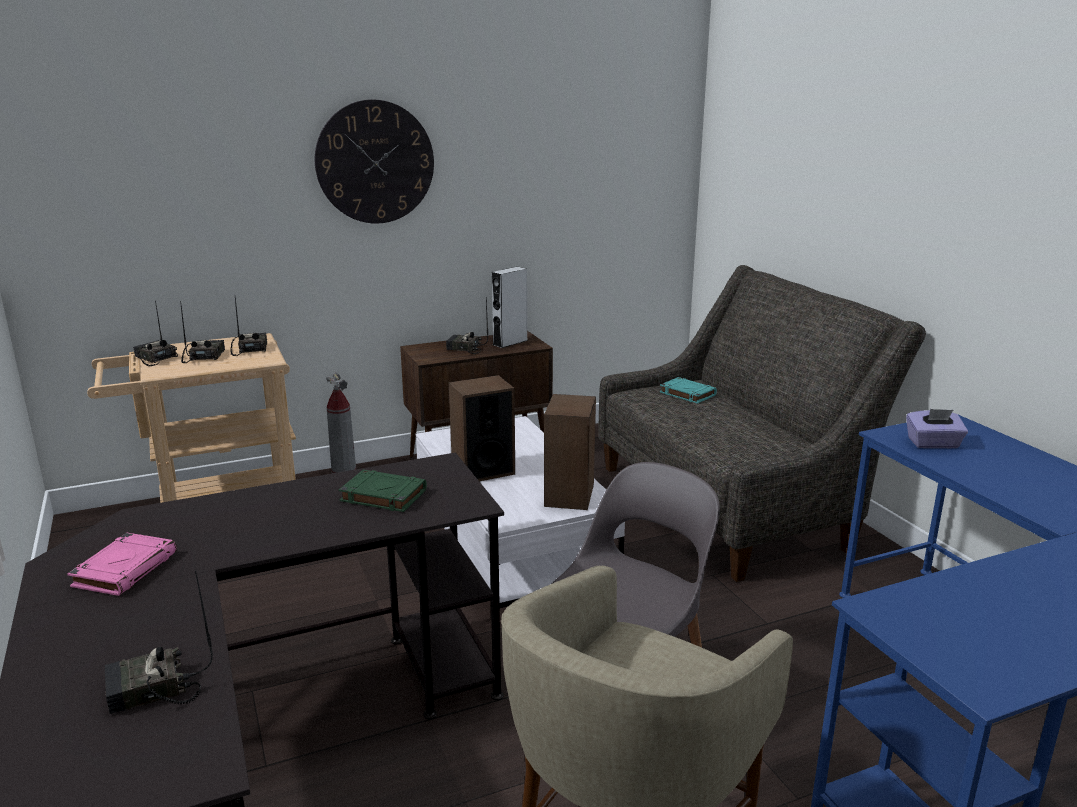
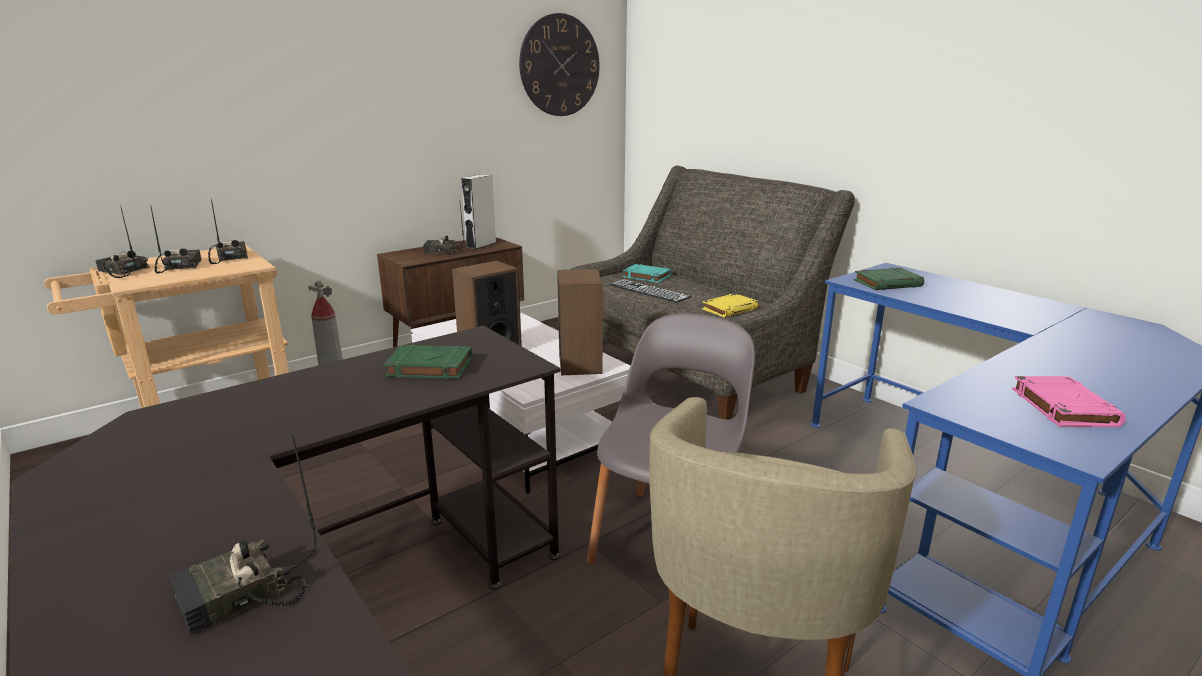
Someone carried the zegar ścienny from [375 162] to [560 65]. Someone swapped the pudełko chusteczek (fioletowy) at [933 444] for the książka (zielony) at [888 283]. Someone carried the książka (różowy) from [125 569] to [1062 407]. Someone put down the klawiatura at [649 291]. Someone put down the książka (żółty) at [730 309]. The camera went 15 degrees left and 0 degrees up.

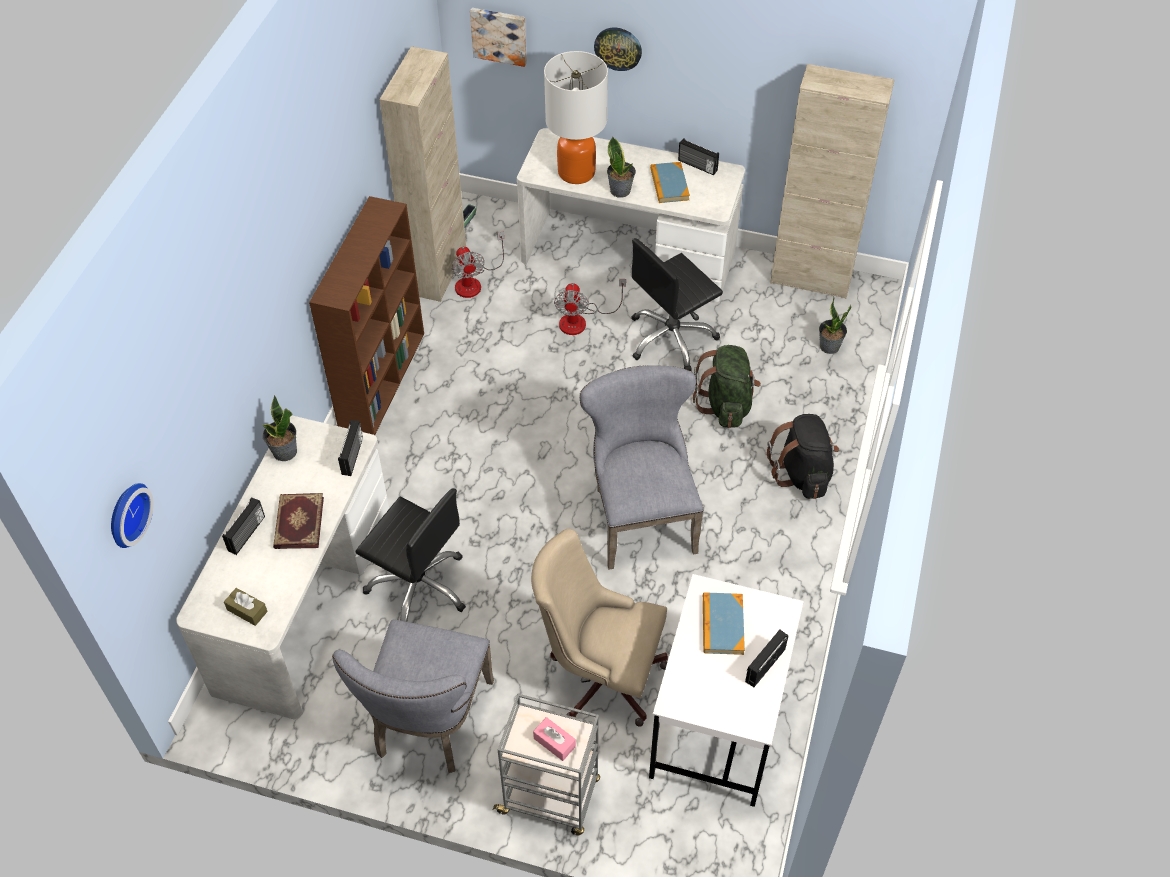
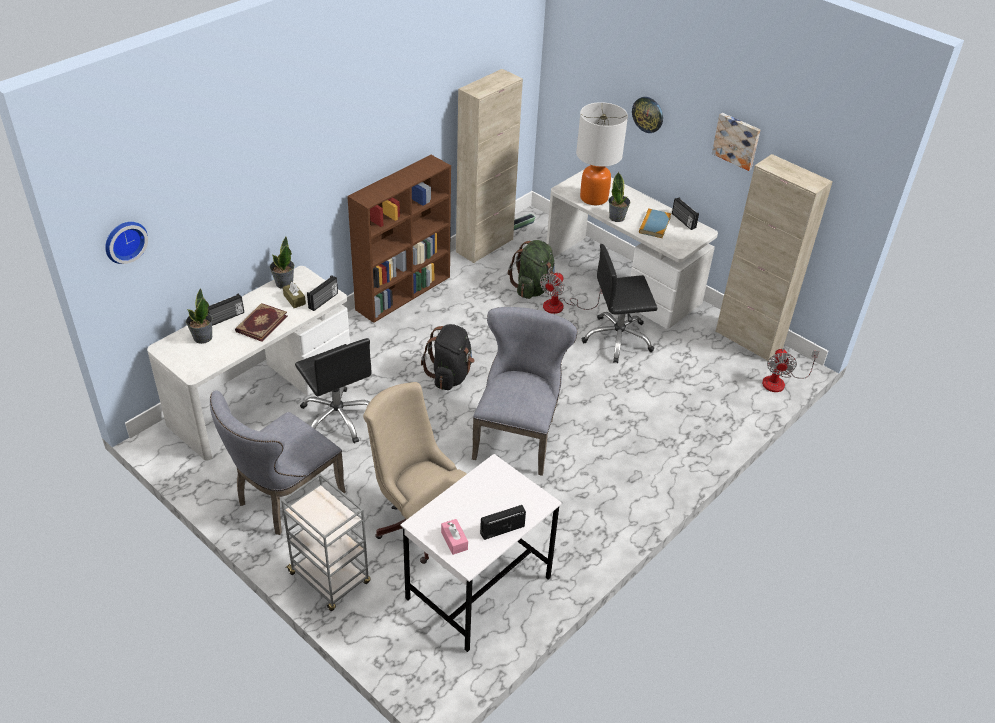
Someone carried the obraz from [499 35] to [737 140]. Someone carried the wentylator from [474 282] to [780 381]. Someone carried the roślina doniczkowa from [829 346] to [202 337]. Someone carried the plecak (zielony) from [726 405] to [533 288]. Someone carried the plecak (czarny) from [802 474] to [450 375]. Someone carried the pudełko chusteczek (brązowy) from [247 610] to [294 299]. Someone took away the książka at [722 625]. Someone carried the pudełko chusteczek (różowy) from [554 742] to [454 540]. The camera went 25 degrees right and 10 degrees down.

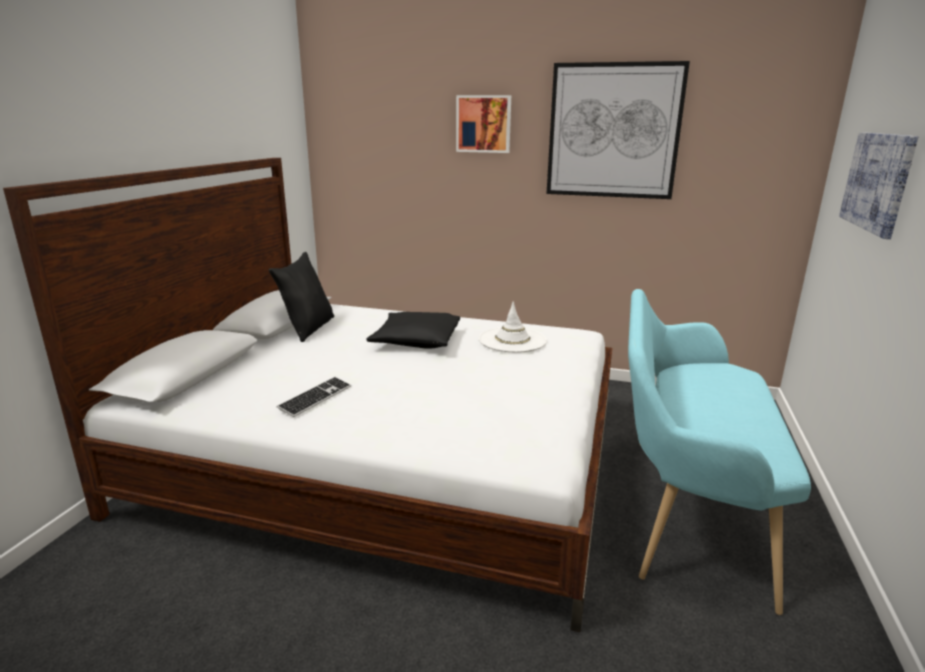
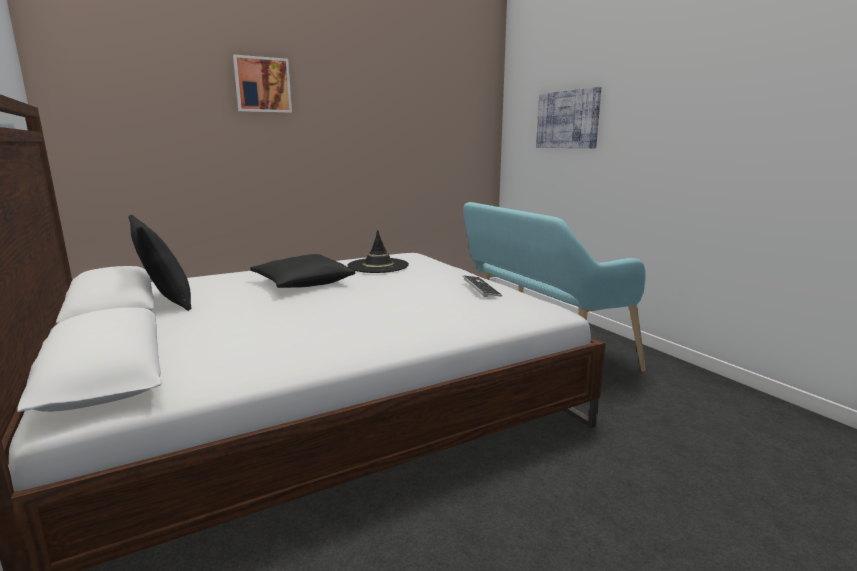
Someone took away the obraz at [613 131]. Someone repainted the kapelusz (biały) at [512 340], which became the kapelusz (czarny) at [378 266]. Someone carried the klawiatura from [315 398] to [481 287]. The camera went 45 degrees left and 5 degrees down.

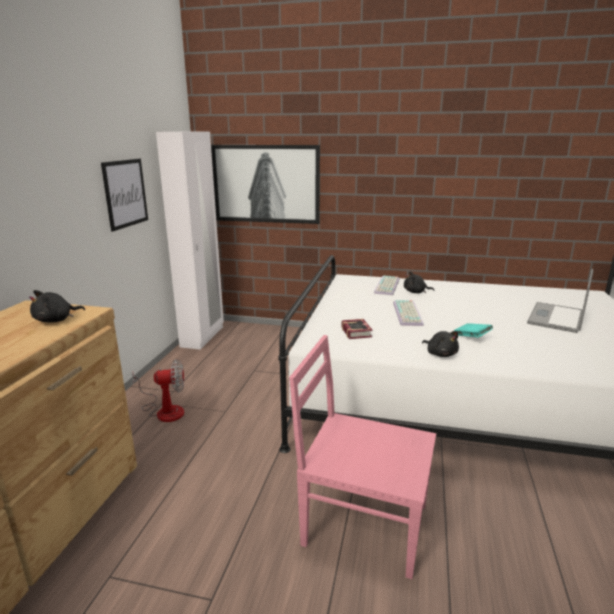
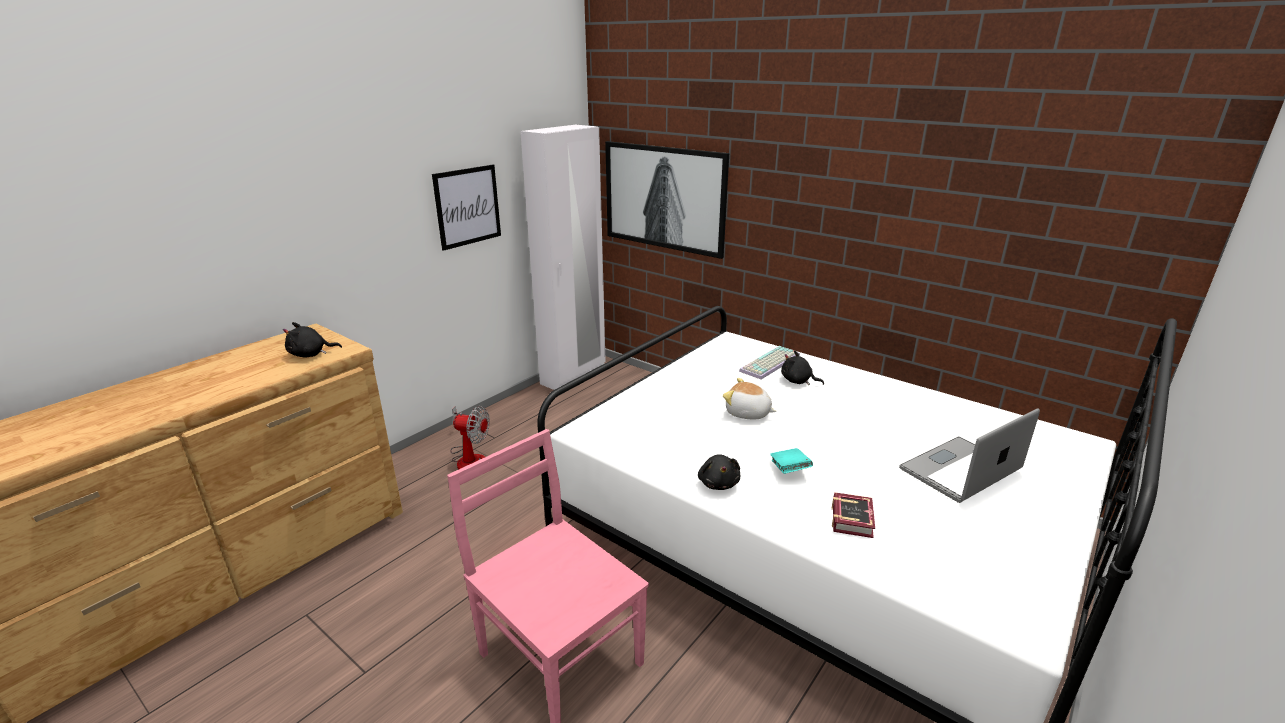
Someone swapped the klawiatura at [408 314] for the pluszak at [747 413]. Someone carried the książka from [356 331] to [853 518]. The camera went 25 degrees right and 5 degrees up.

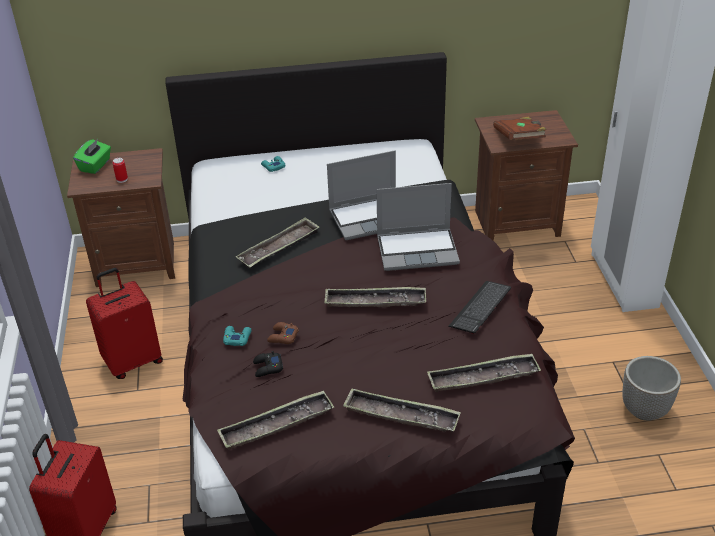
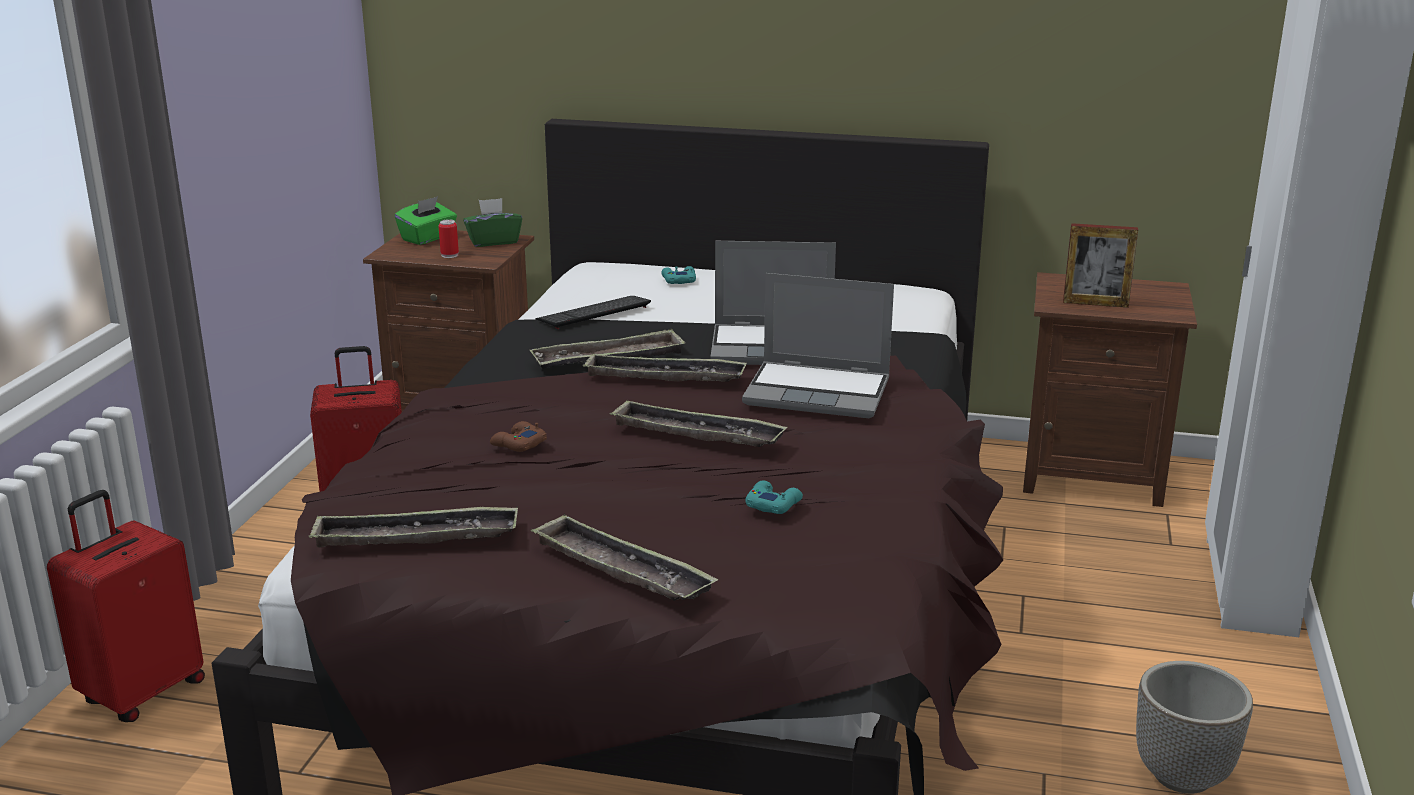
Someone swapped the książka (brązowy) at [519 139] for the ramka na zdjęcie at [1095 303]. Someone carried the klawiatura from [480 308] to [594 313]. Someone carried the pad do gier (turkusowy) from [237 338] to [773 504]. Someone took away the pad do gier (czarny) at [267 367]. Someone carried the taca from [483 377] to [664 377]. Someone put down the pudełko chusteczek (zielony) at [493 241]. The camera went 20 degrees right and 15 degrees down.

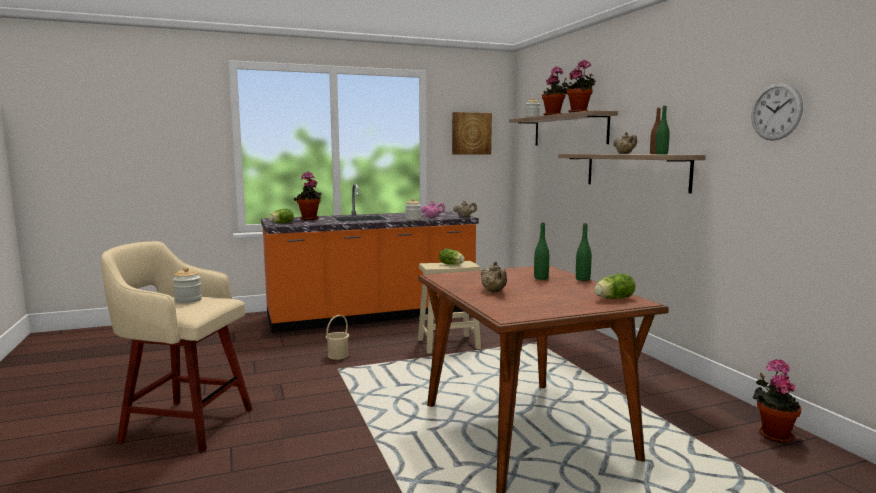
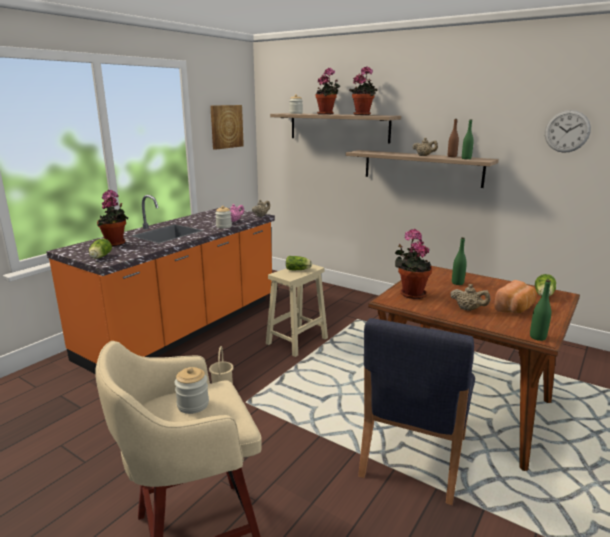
Someone carried the butelka (zielony) from [582 279] to [537 337]. Someone carried the roślina doniczkowa from [773 434] to [410 294]. Someone put down the chleb at [515 308]. Someone put down the krzesło (niebieski) at [413 457]. The camera went 35 degrees left and 10 degrees up.

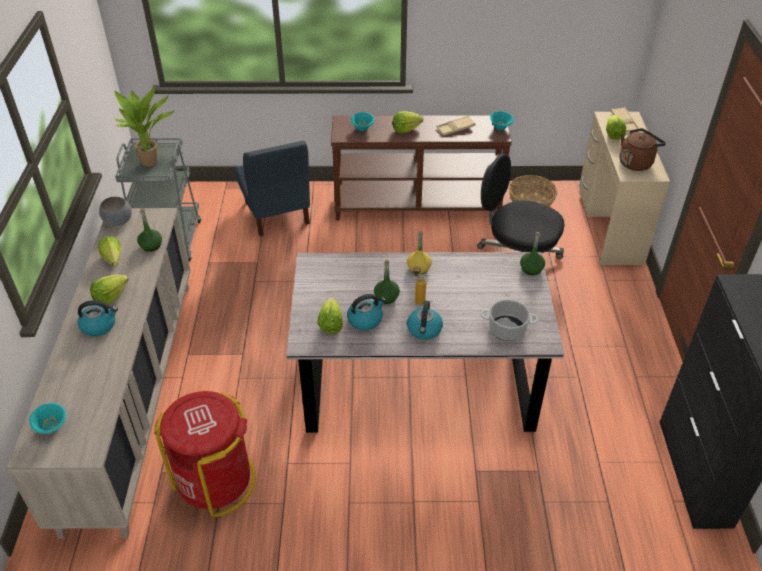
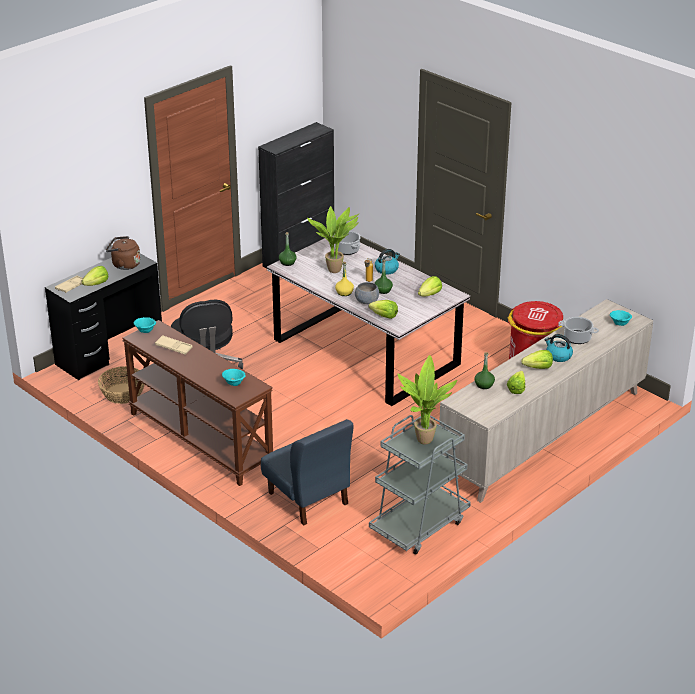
Someone carried the sałata from [405 129] to [384 316]. Someone repainted the biurko (beżowy) at [610 227], which became the biurko (czarny) at [109 351]. Someone rotated the krzesło (niebieski) at [276 213] by 120 degrees clockwise. Someone carried the miska (szary) from [118 221] to [367 301]. Someone took away the czajnik at [365 320]. Someone put down the roślina doniczkowa at [335 269]. Someone put down the garnek at [577 338]. The camera went 135 degrees left and 10 degrees down.

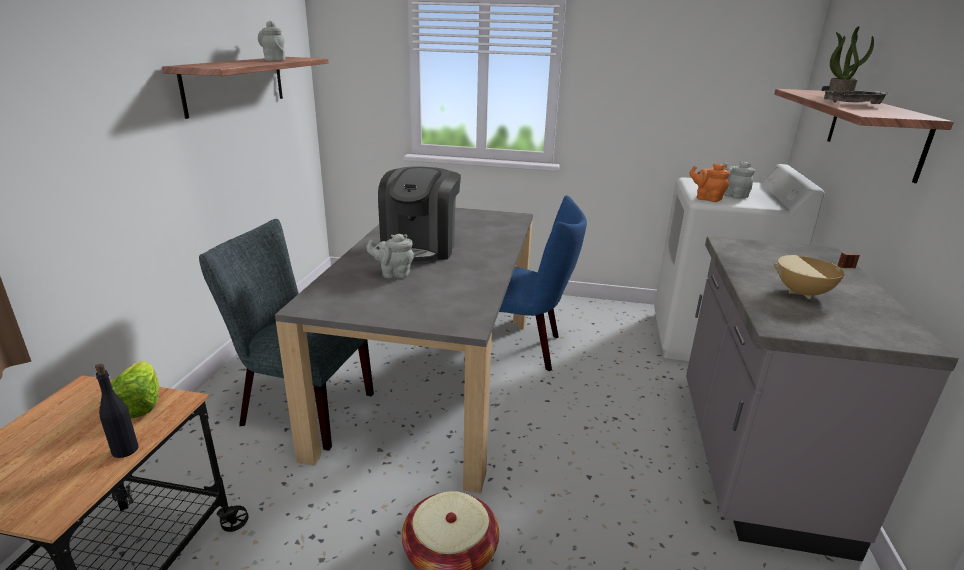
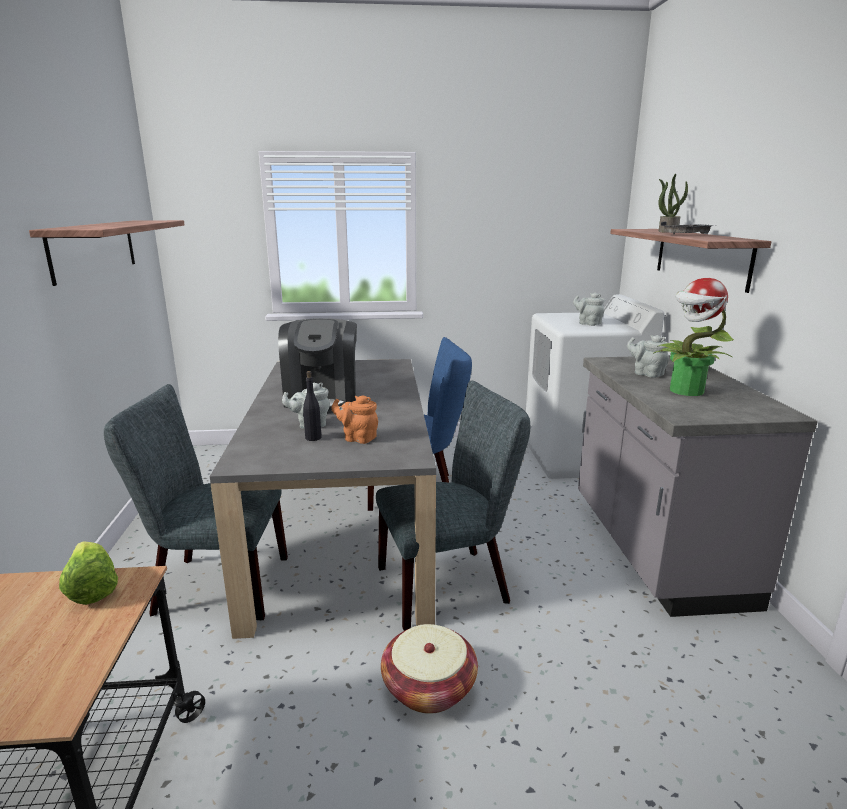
Someone carried the imbryk (szary) from [274 60] to [646 373]. Someone carried the imbryk (pomarańczowy) from [706 198] to [357 438]. Someone swapped the garnek (beżowy) at [803 293] for the roślina doniczkowa at [685 391]. Someone carried the butelka (czarny) from [125 450] to [313 438]. Someone put down the krzesło (szary) at [451 584]. The camera went 15 degrees left and 5 degrees down.

